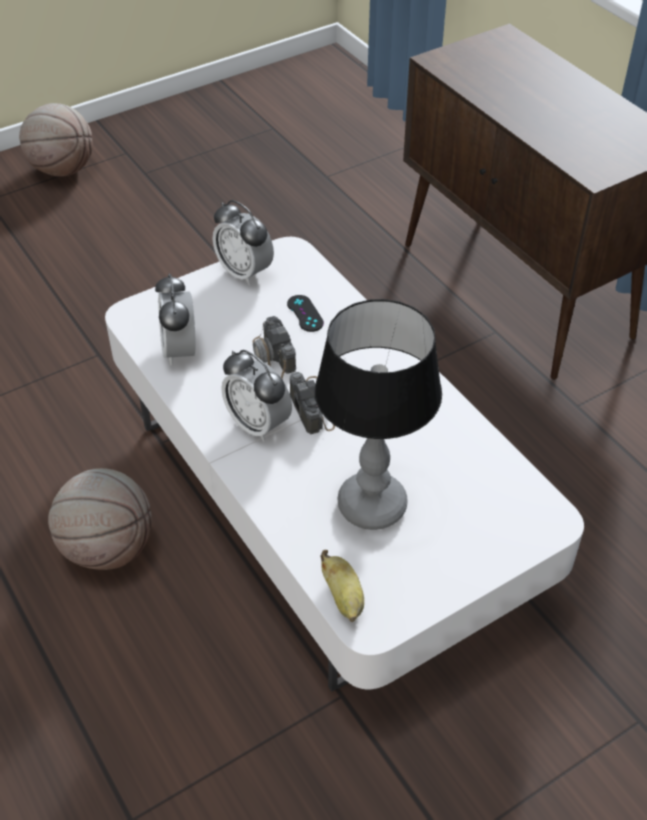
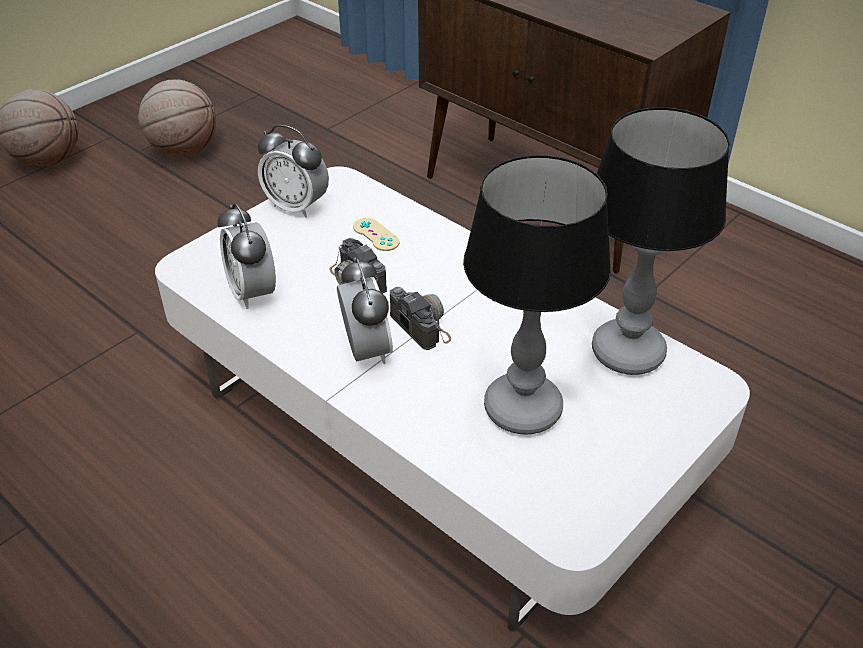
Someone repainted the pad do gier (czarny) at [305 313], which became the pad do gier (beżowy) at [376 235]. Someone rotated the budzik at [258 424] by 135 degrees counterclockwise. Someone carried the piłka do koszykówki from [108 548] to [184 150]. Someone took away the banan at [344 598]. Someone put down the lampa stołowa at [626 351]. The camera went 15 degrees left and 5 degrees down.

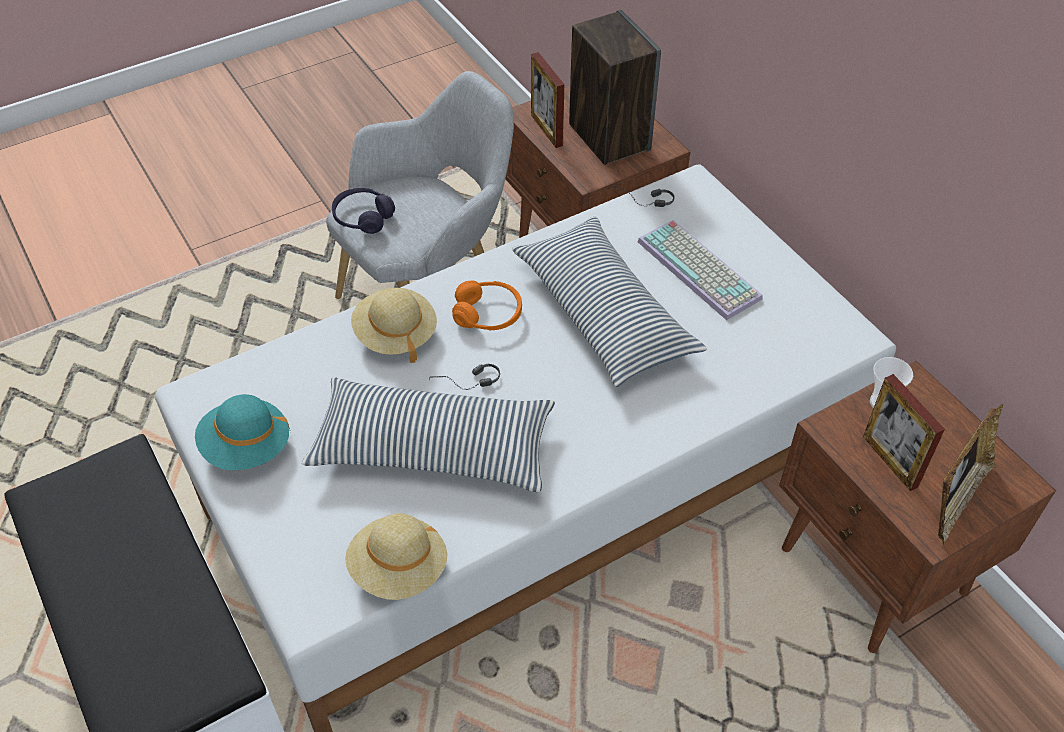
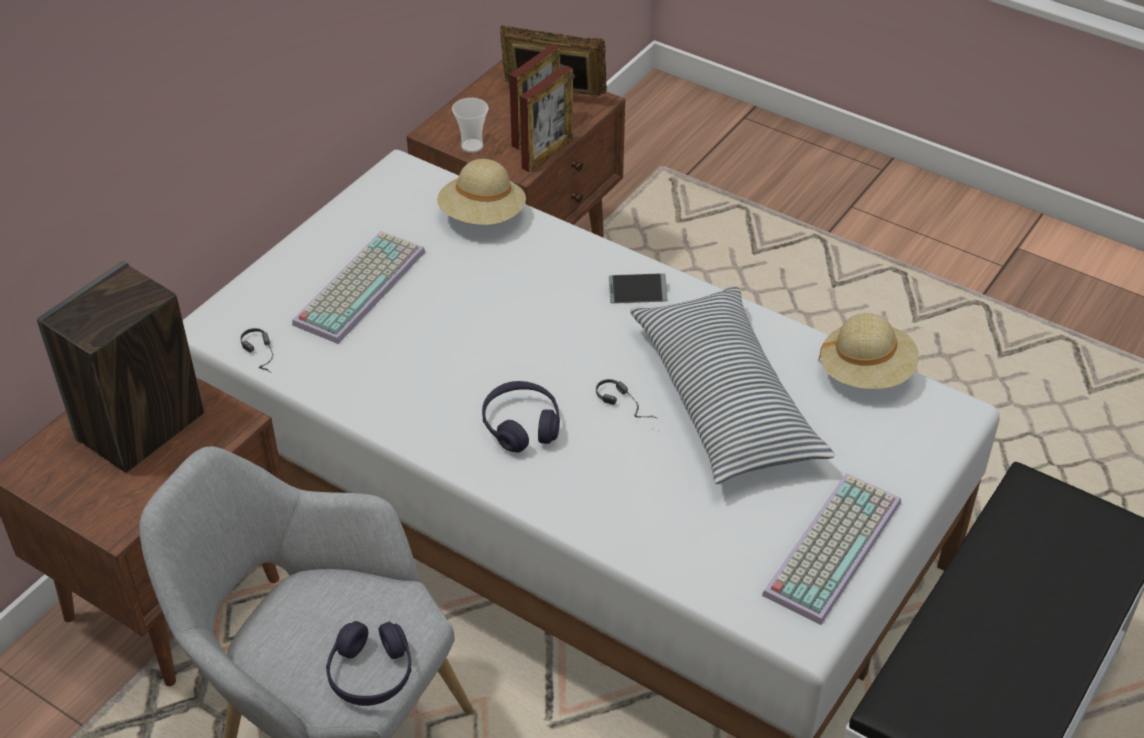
Someone carried the ramka na zdjęcie from [546 130] to [547 154]. Someone took away the poduszka at [604 314]. Someone repainted the słuchawki (pomarańczowy) at [488 314], which became the słuchawki (fioletowy) at [521 425]. Someone carried the kapelusz (beżowy) from [395 335] to [482 216]. Someone swapped the kapelusz (turkusowy) at [246 447] for the klawiatura at [831 545]. Someone put down the telefon at [637 293]. The camera went 115 degrees left and 5 degrees down.

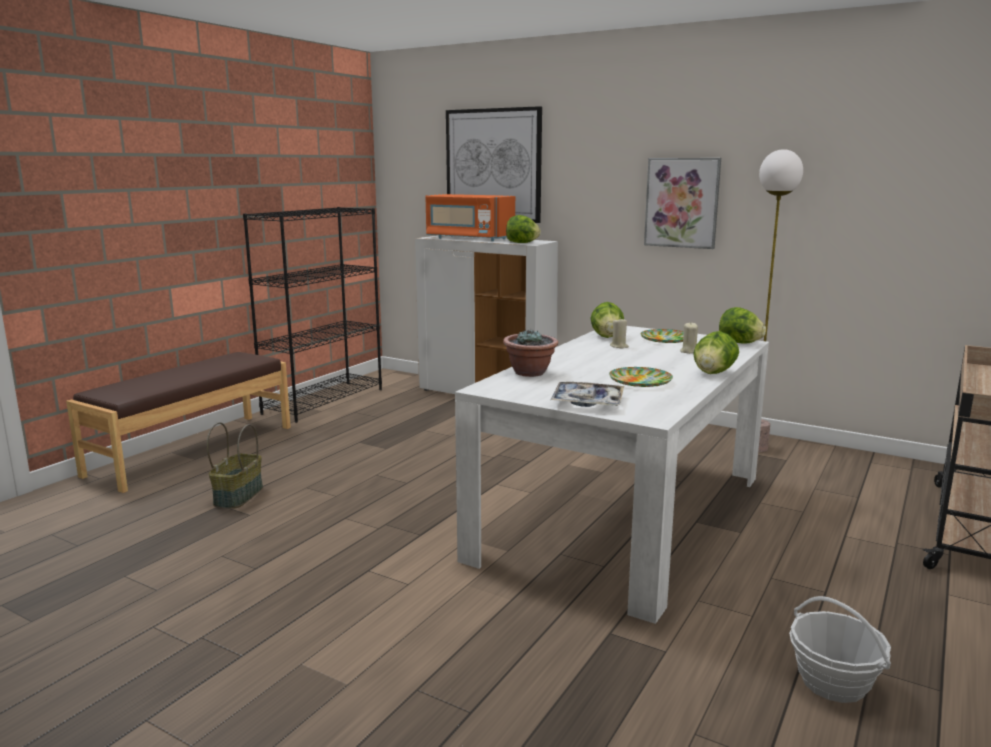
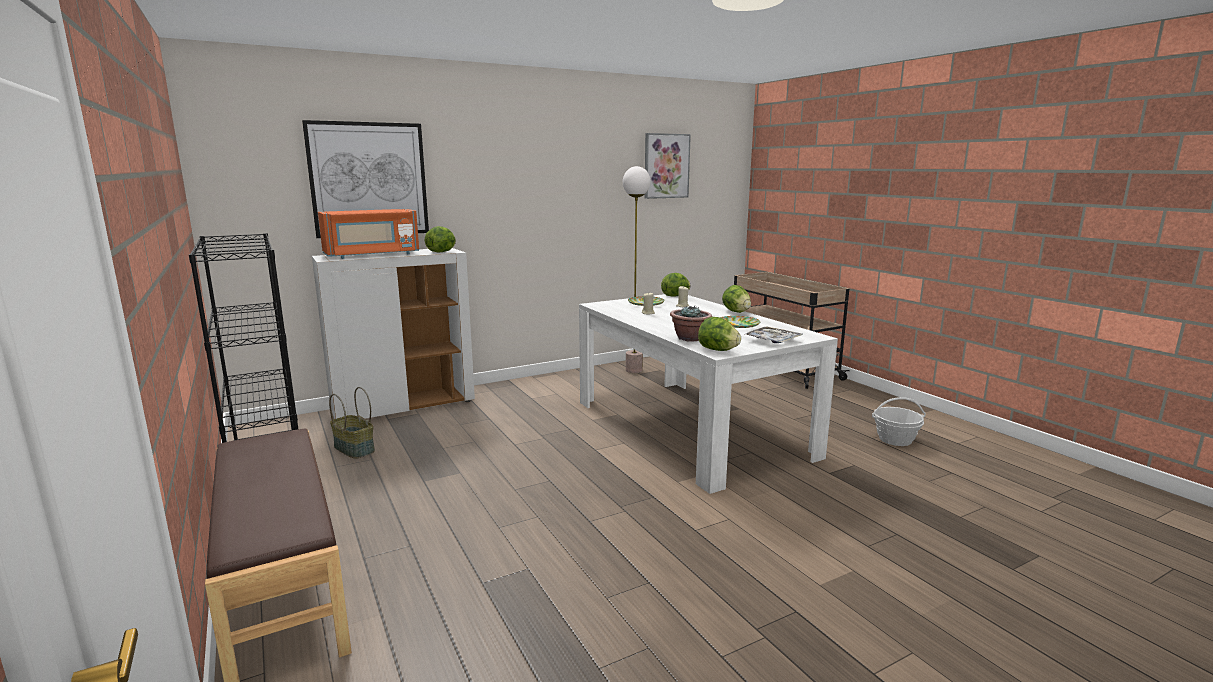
Someone carried the obraz from [682 202] to [666 166]. Someone carried the sałata from [607 337] to [717 350]. Someone carried the koszyk from [238 496] to [353 449]. The camera went 60 degrees left and 0 degrees up.

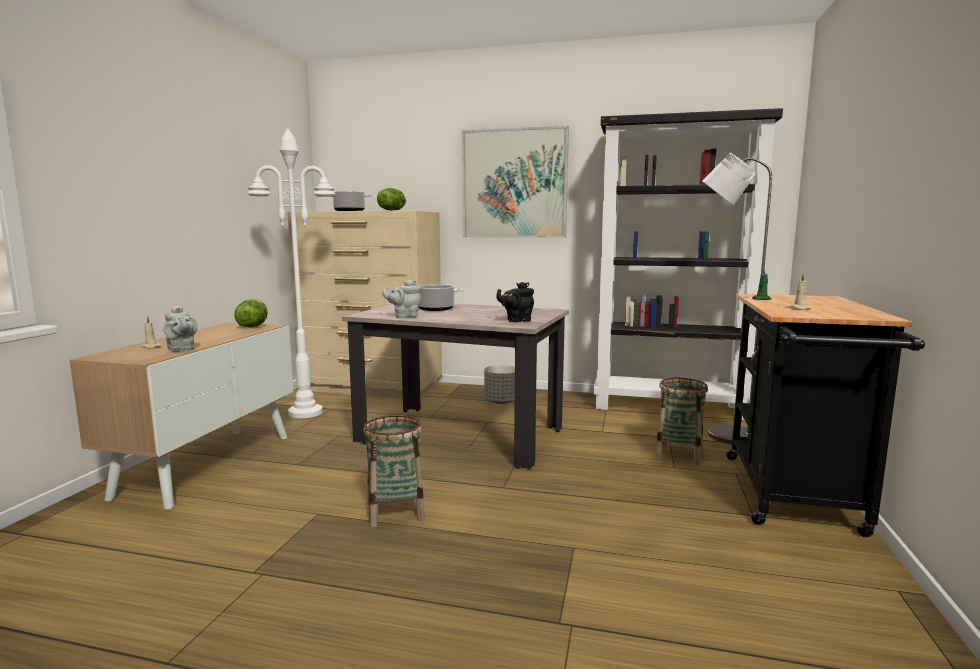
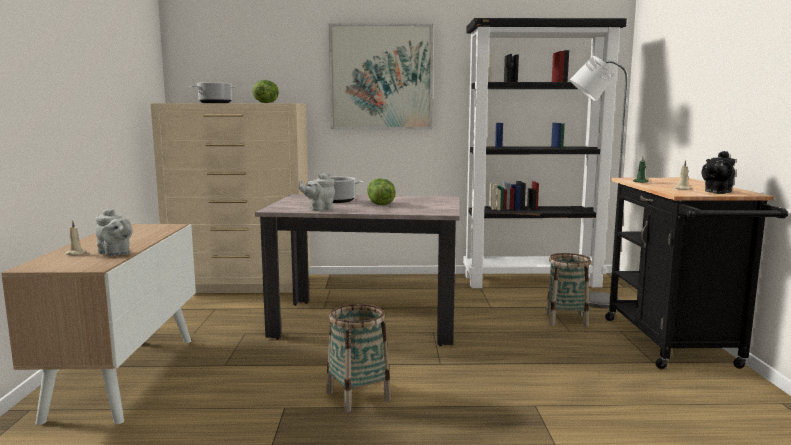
Someone took away the lampa stojąca (biały) at [306 412]. Someone carried the imbryk (czarny) from [516 320] to [716 192]. Someone carried the sałata from [252 326] to [379 204]. Someone took away the donica (szary) at [501 401]. The camera went 15 degrees left and 0 degrees up.

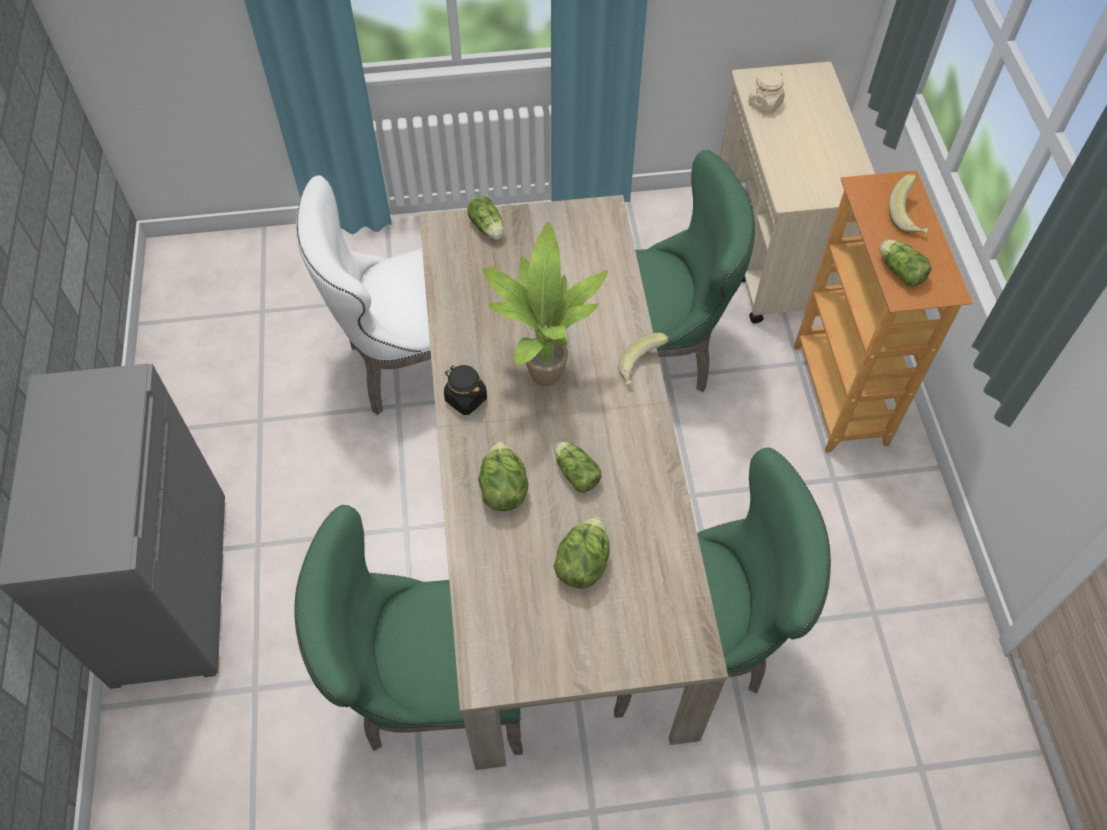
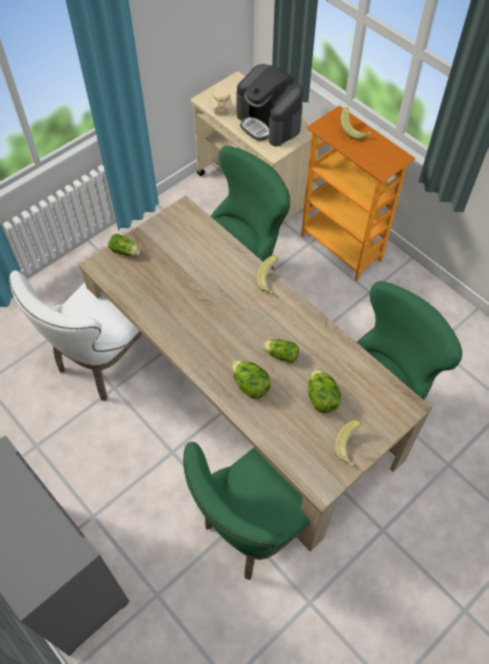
Someone took away the roślina doniczkowa at [541 374]. Someone took away the sałata at [899 270]. Someone took away the słoik (czarny) at [465 399]. Someone put down the ekspres do kawy at [269 122]. Someone put down the banan at [350 447]. The camera went 35 degrees left and 0 degrees up.

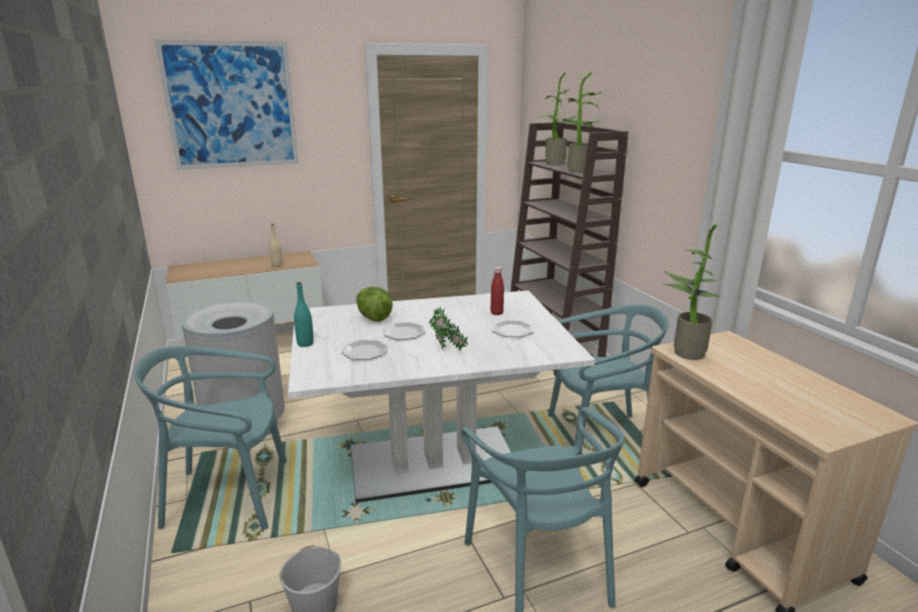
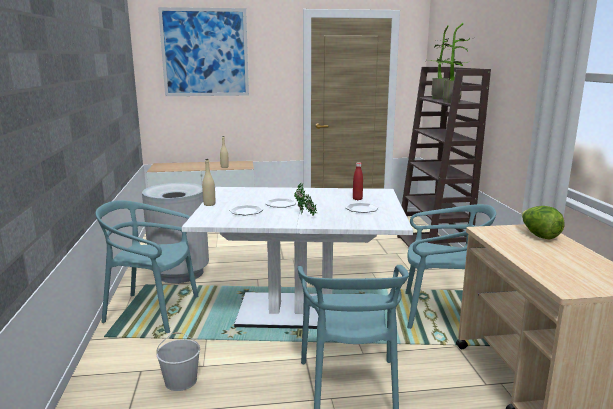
Someone took away the roślina doniczkowa at [684 352]. Someone repainted the butelka (turkusowy) at [305 344], which became the butelka (beżowy) at [209 204]. Someone carried the sałata from [373 317] to [539 235]. The camera went 15 degrees right and 5 degrees down.

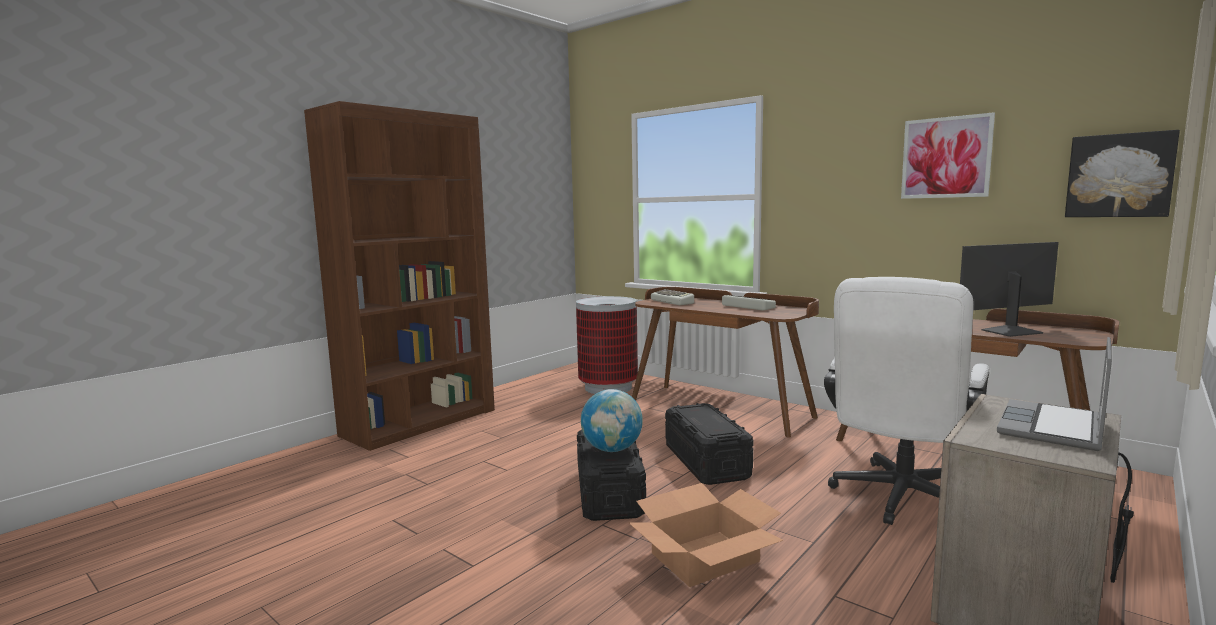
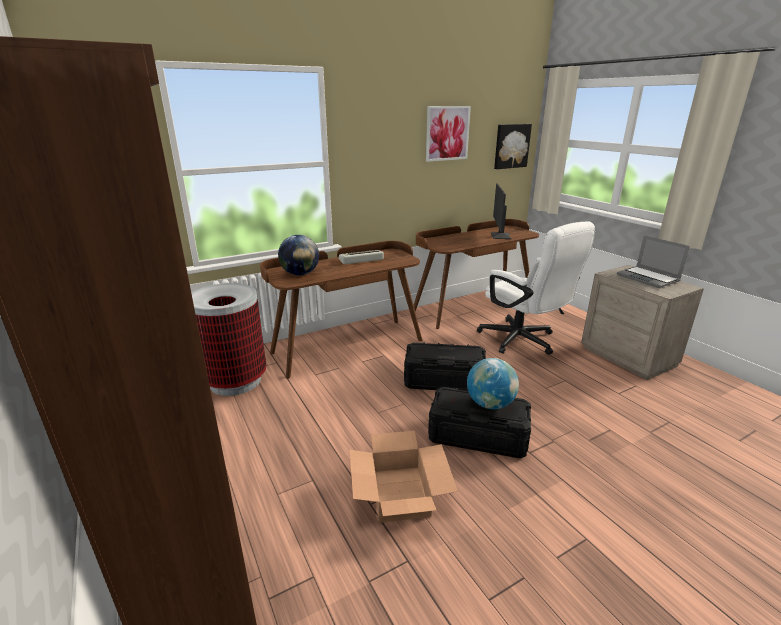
Someone swapped the klawiatura at [673 301] for the globus at [300 274]. Someone carried the karton from [705 557] to [400 493]. The camera went 70 degrees left and 15 degrees up.

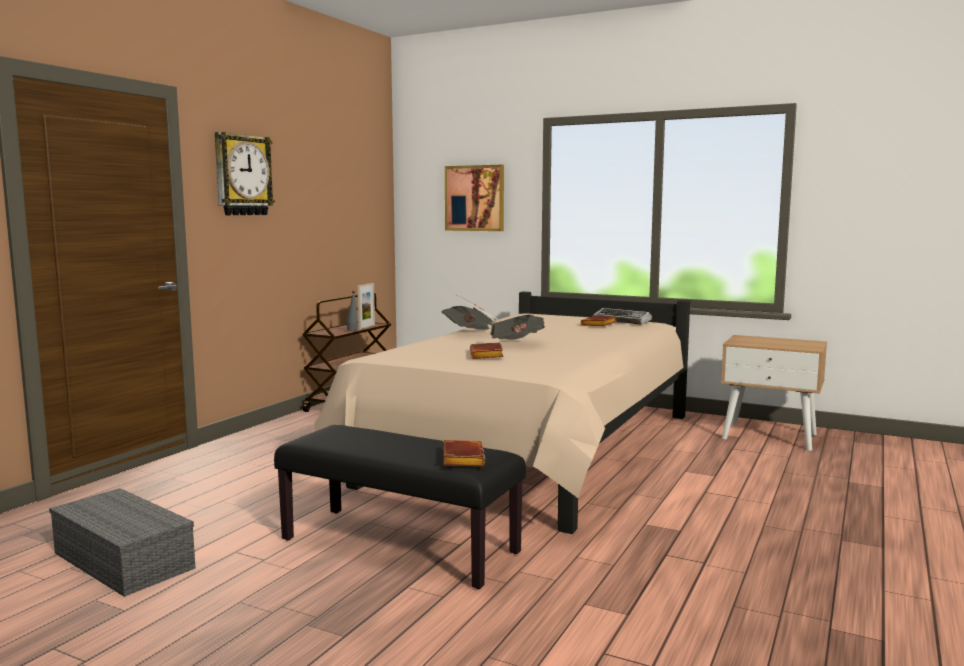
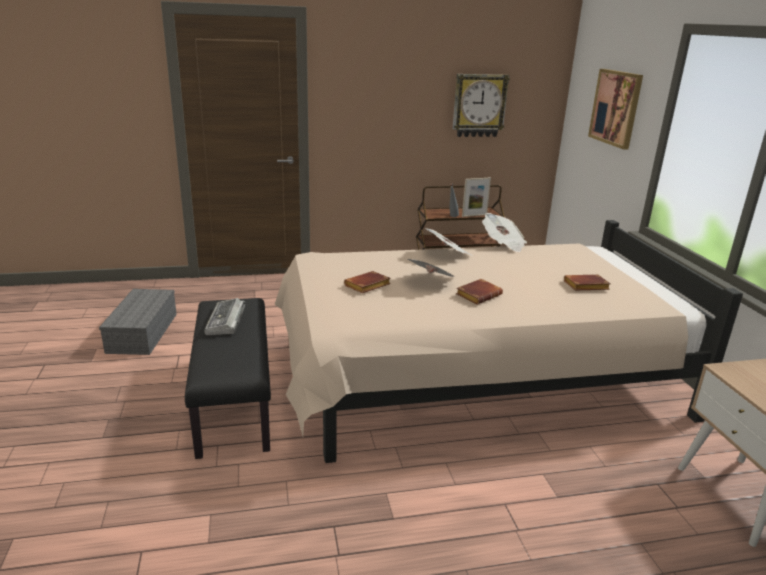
Someone carried the zegar ścienny from [242 175] to [479 105]. Someone carried the klawiatura from [622 321] to [226 322]. Someone carried the książka (brązowy) from [461 458] to [478 295]. The camera went 50 degrees right and 15 degrees up.

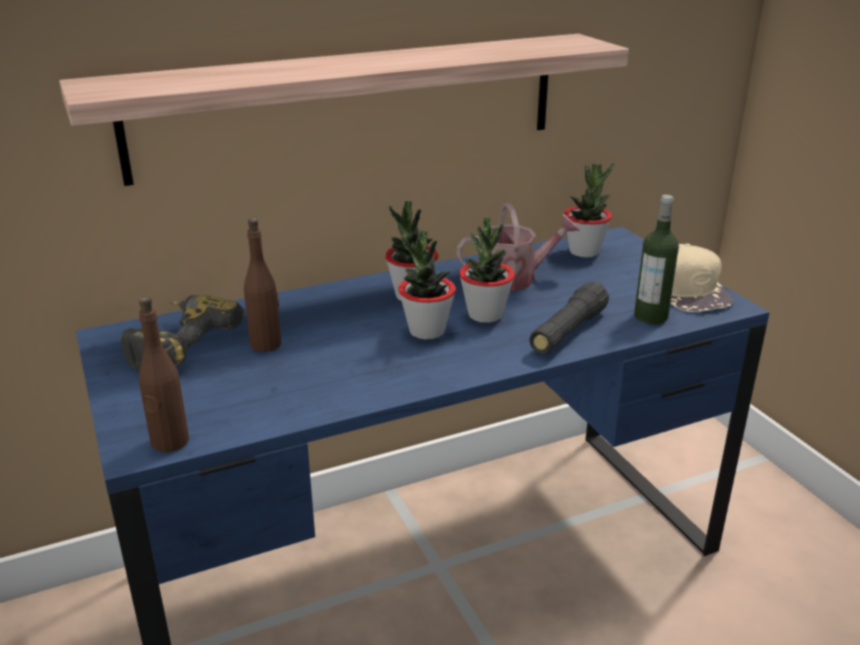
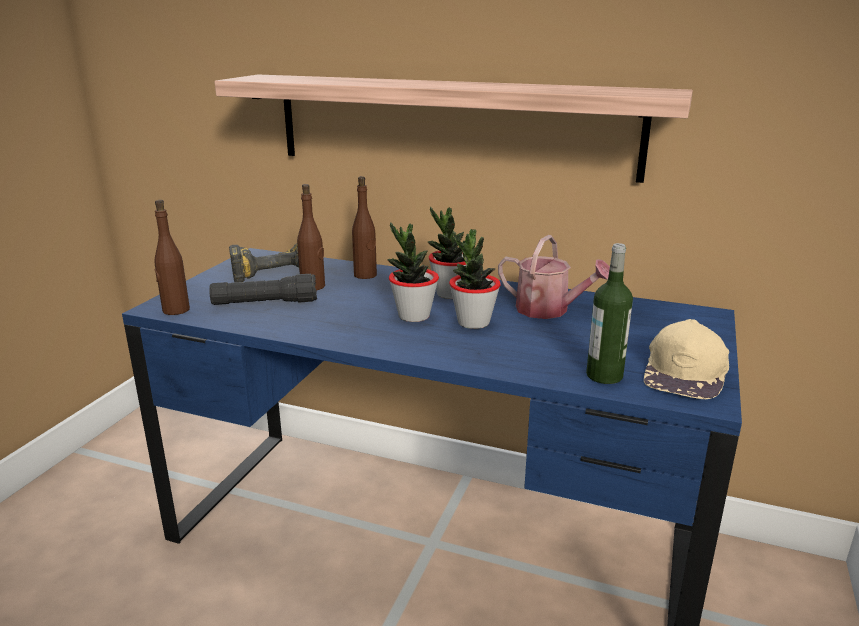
Someone took away the roślina doniczkowa at [584 251]. Someone carried the latarka (czarny) from [567 332] to [265 303]. Someone put down the butelka (brązowy) at [365 275]. The camera went 45 degrees right and 5 degrees down.

